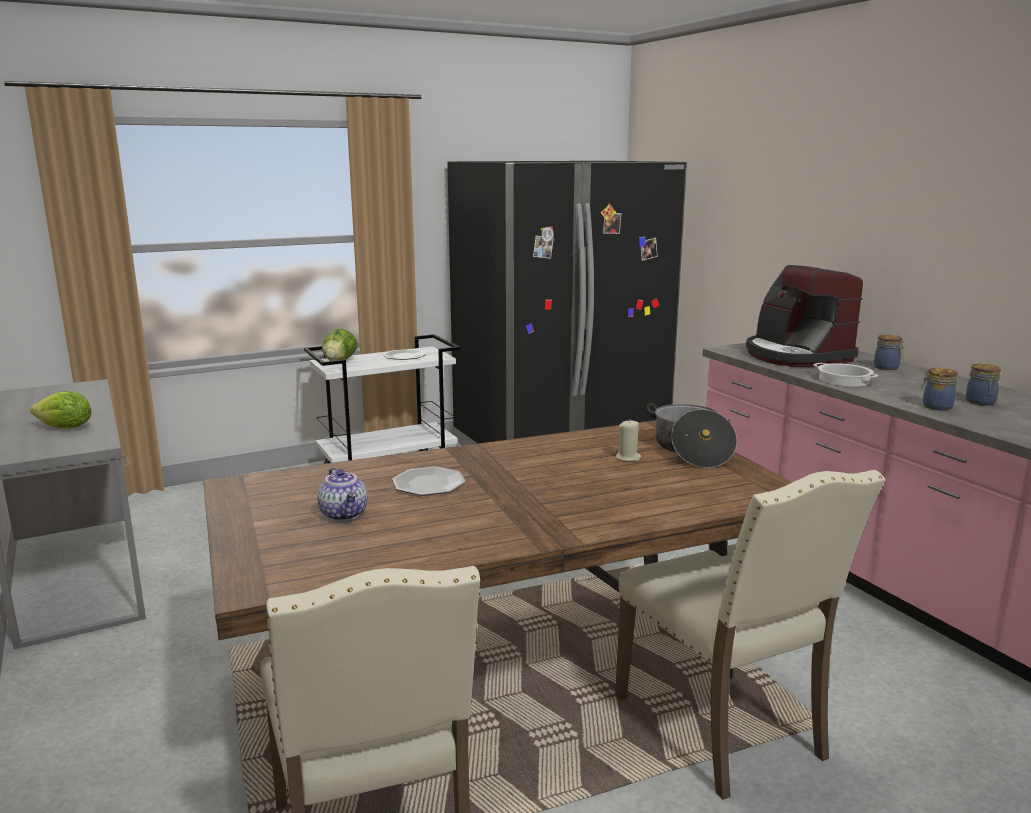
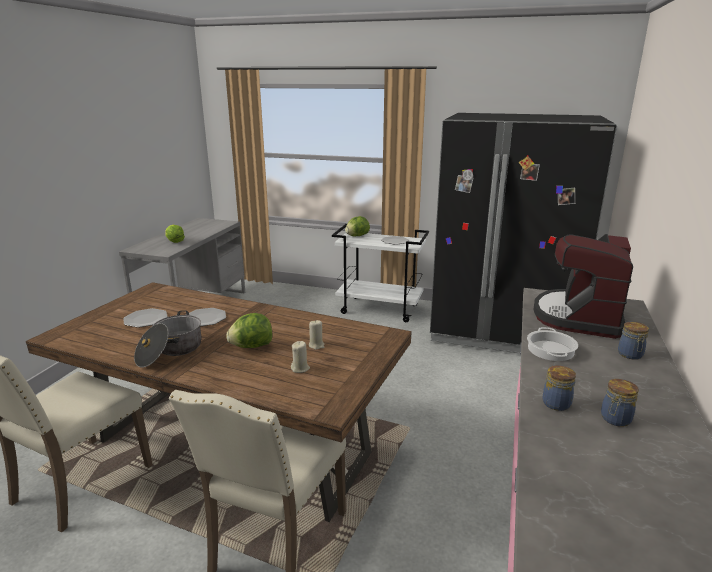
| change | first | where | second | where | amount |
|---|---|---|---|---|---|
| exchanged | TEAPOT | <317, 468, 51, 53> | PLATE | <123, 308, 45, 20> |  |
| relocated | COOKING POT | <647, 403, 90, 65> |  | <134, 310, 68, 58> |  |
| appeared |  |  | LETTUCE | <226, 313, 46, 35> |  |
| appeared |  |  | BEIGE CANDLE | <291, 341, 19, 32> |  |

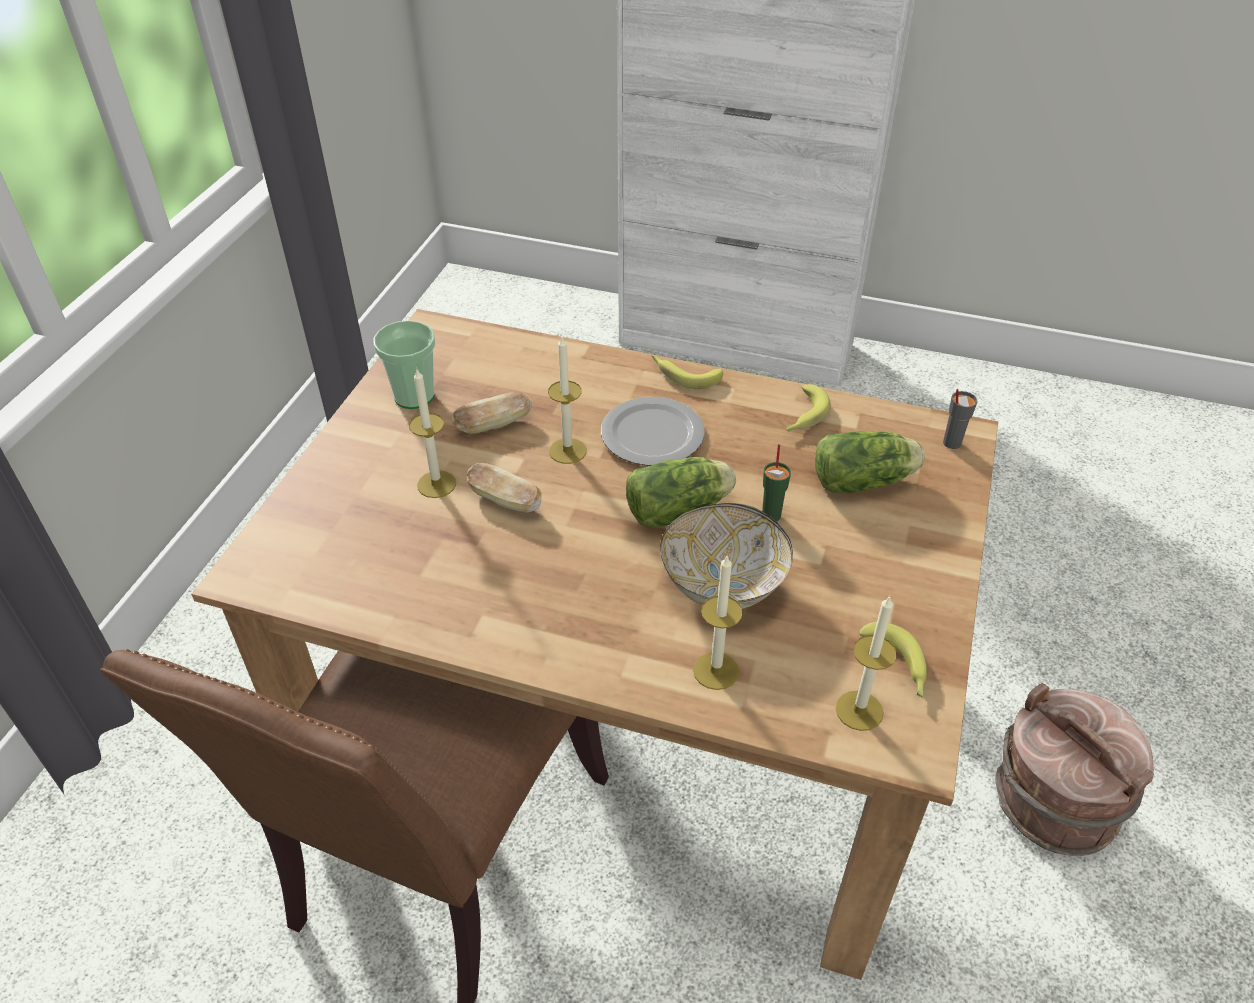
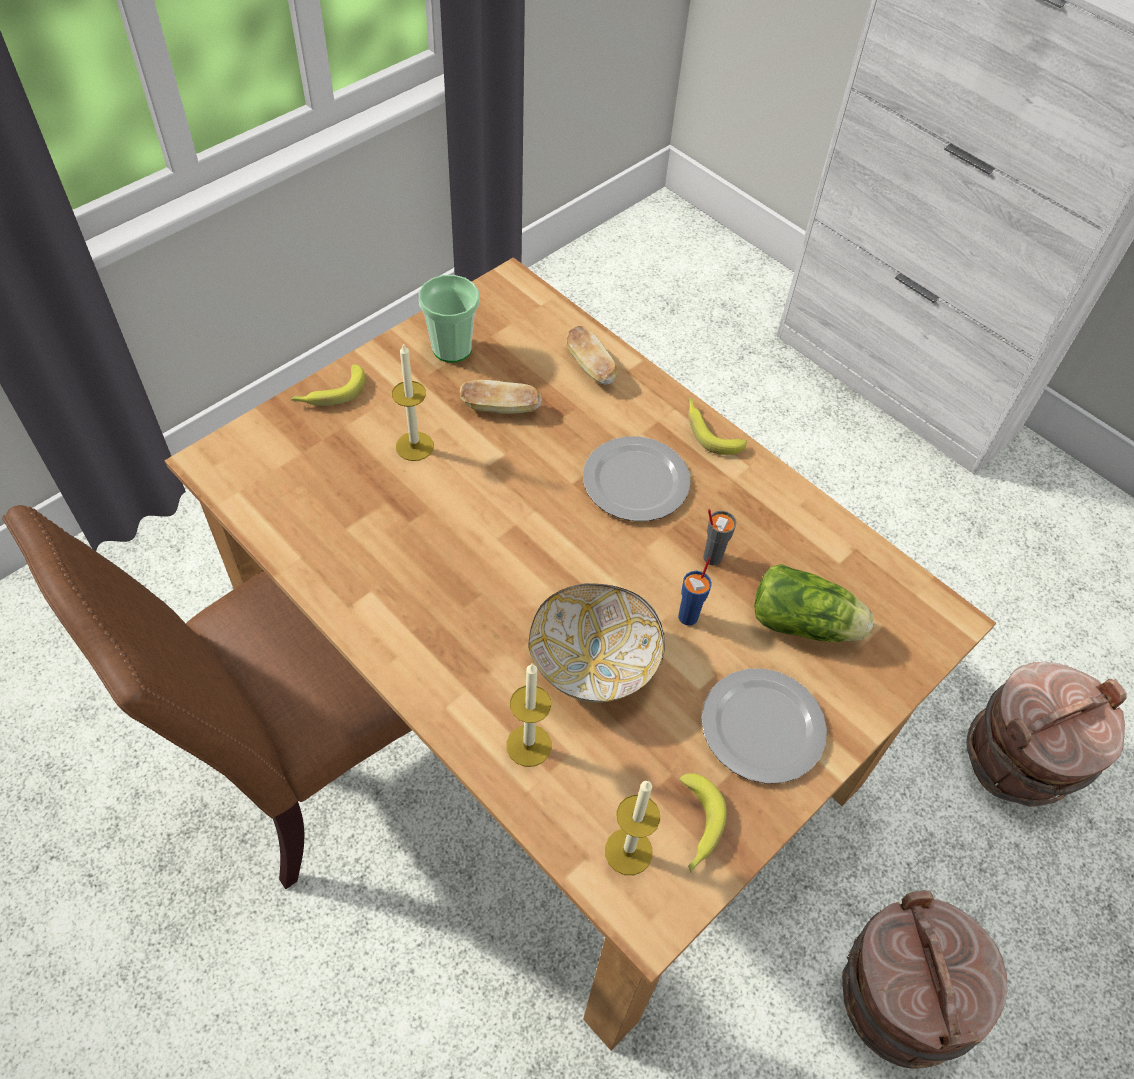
| change | first | where | second | where | amount |
|---|---|---|---|---|---|
| relocated | BANANA | <787, 384, 44, 48> |  | <291, 364, 74, 42> |  |
| relocated | BREAD | <467, 463, 75, 50> |  | <566, 326, 52, 59> |  |
| colour | GREEN CUP | <762, 444, 29, 77> | BLUE CUP | <678, 558, 34, 68> |  |
| appeared |  |  | PLATE | <701, 668, 126, 116> |  |
| relocated | GREY CUP | <943, 389, 34, 60> |  | <703, 509, 33, 56> |  |
| appeared |  |  | BROWN BUCKET | <966, 662, 161, 145> |  |
| missing | CANDLE | <548, 337, 39, 127> |  |  |  |
| missing | LETTUCE | <626, 457, 110, 71> |  |  |  |

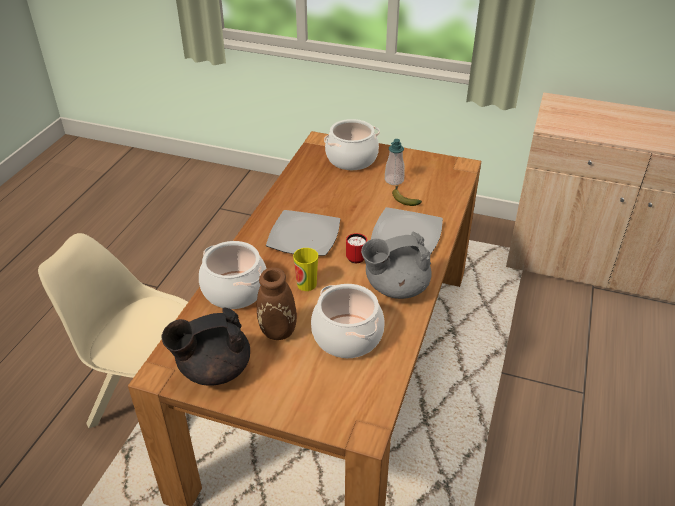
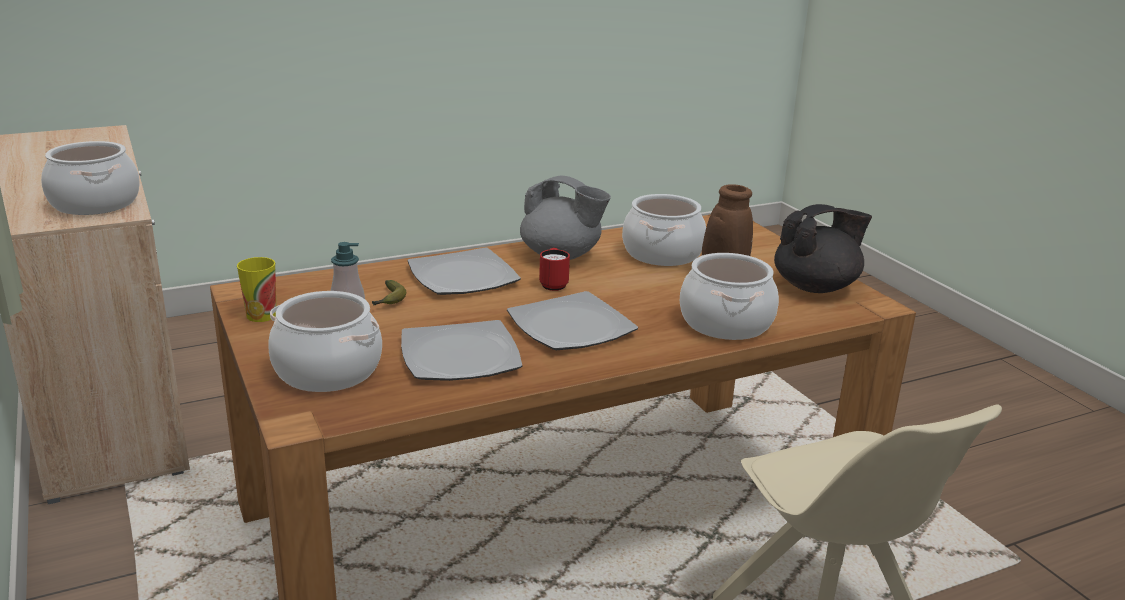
| change | first | where | second | where | amount |
|---|---|---|---|---|---|
| appeared |  |  | COOKING POT | <41, 141, 99, 74> |  |
| relocated | CUP | <293, 248, 25, 43> |  | <237, 257, 39, 65> |  |
| appeared |  |  | PLATE | <401, 320, 121, 61> |  |
| spun | BLACK TEAPOT | <161, 307, 89, 79> |  | <774, 204, 98, 89> | 45 degrees counterclockwise |

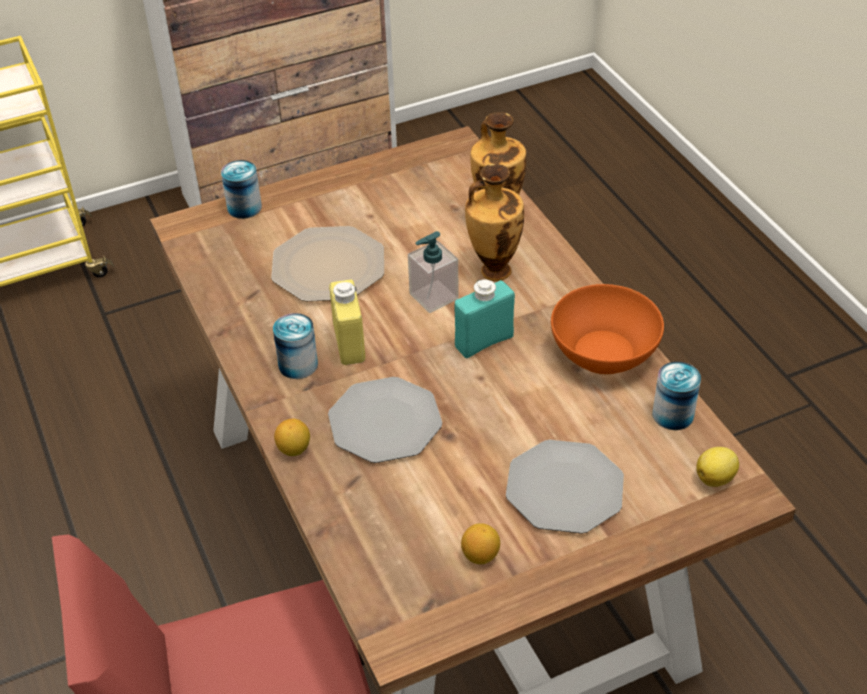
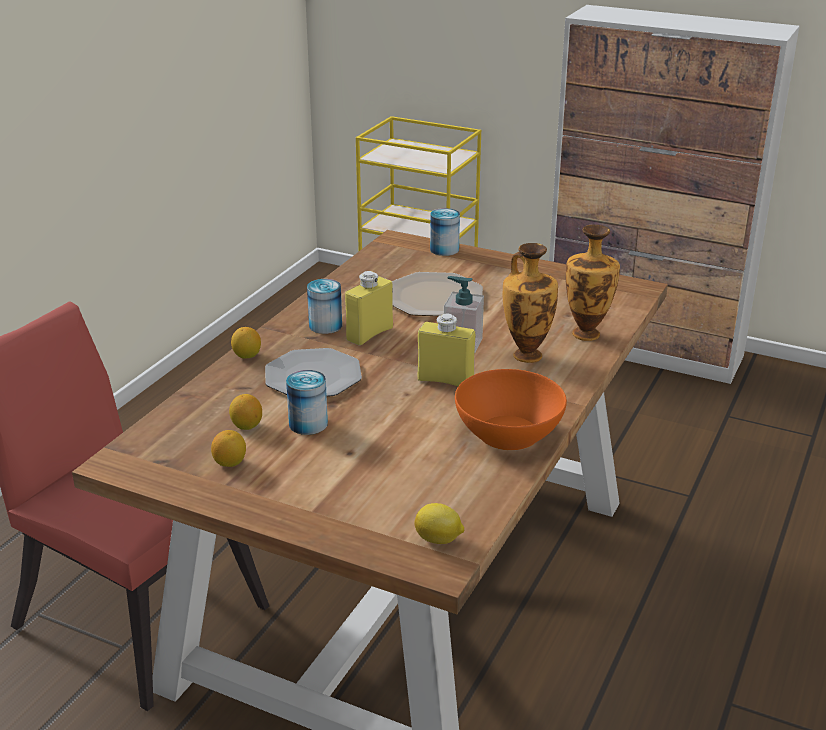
| change | first | where | second | where | amount |
|---|---|---|---|---|---|
| appeared |  |  | LEMON | <229, 394, 33, 36> |  |
| relocated | CAN | <652, 361, 49, 69> |  | <286, 370, 42, 65> |  |
| colour | TURQUOISE BOTTLE | <454, 279, 61, 79> | YELLOW BOTTLE | <418, 314, 57, 72> |  |
| missing | PLATE | <506, 440, 118, 94> |  |  |  |

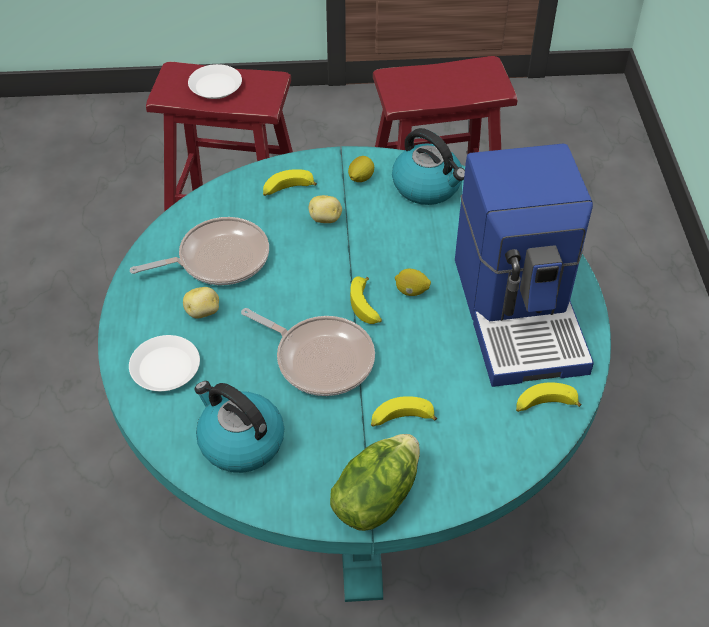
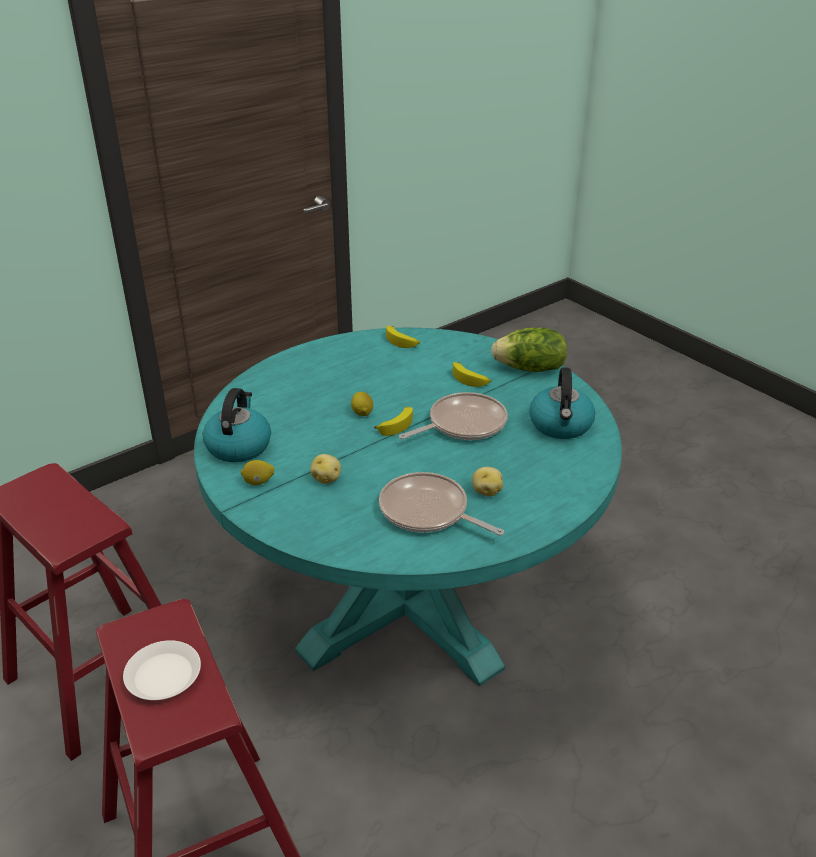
| change | first | where | second | where | amount |
|---|---|---|---|---|---|
| spun | FRYING PAN | <241, 308, 134, 88> |  | <399, 392, 109, 48> | 60 degrees clockwise |
| missing | WHITE PLATE | <129, 335, 71, 56> |  |  |  |
| missing | BANANA | <263, 169, 54, 27> |  |  |  |
| missing | COFFEE MACHINE | <455, 144, 139, 243> |  |  |  |

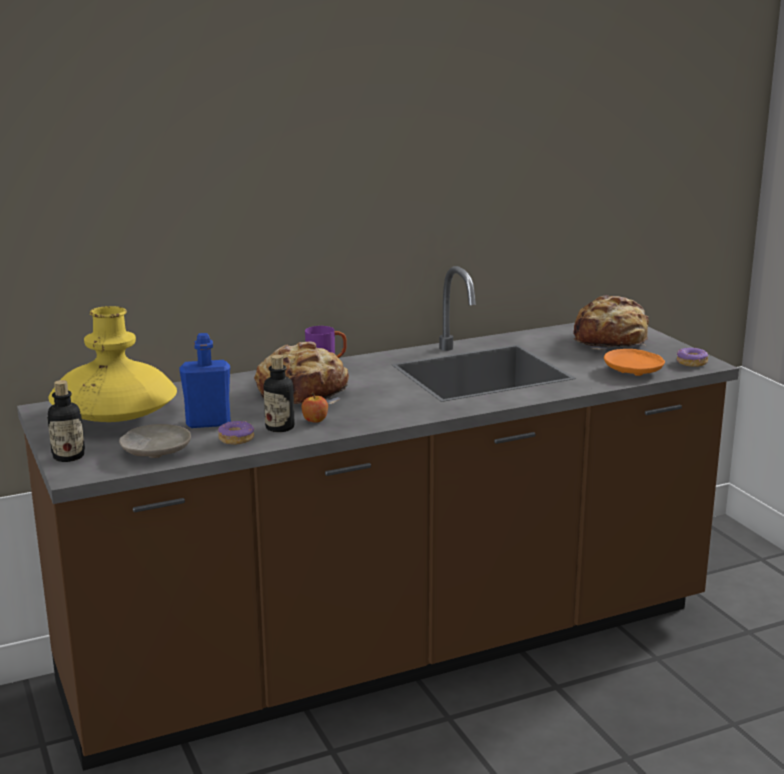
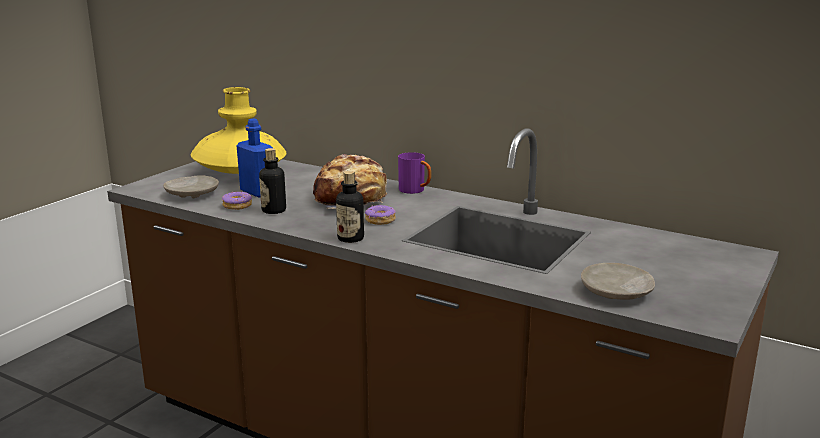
| change | first | where | second | where | amount |
|---|---|---|---|---|---|
| relocated | BOTTLE | <47, 380, 38, 82> |  | <336, 171, 28, 72> |  |
| relocated | DONUT | <677, 348, 31, 19> |  | <365, 205, 31, 20> |  |
| colour | ORANGE PLATE | <604, 349, 61, 27> | BEIGE PLATE | <581, 263, 74, 37> |  |
| missing | APPLE | <302, 393, 26, 30> |  |  |  |
| missing | BREAD | <574, 295, 75, 55> |  |  |  |

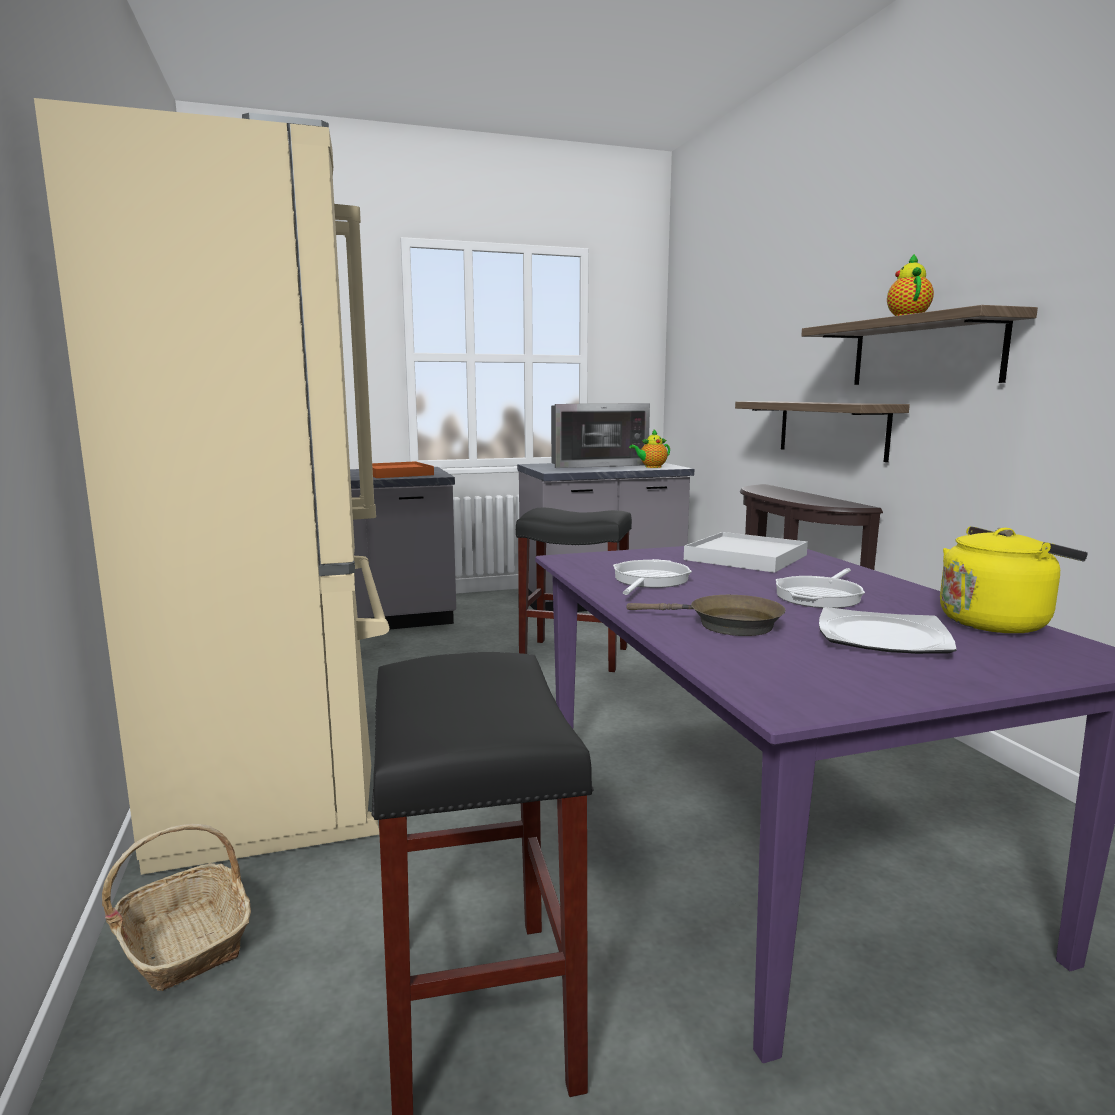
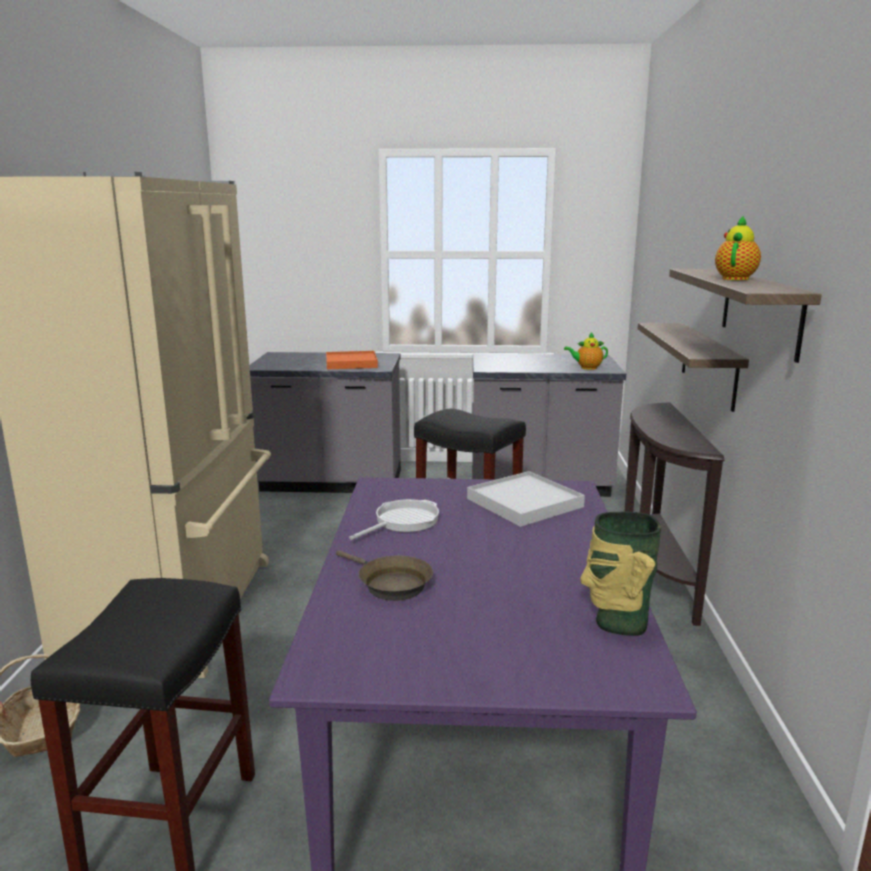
| change | first | where | second | where | amount |
|---|---|---|---|---|---|
| exchanged | YELLOW KETTLE | <940, 526, 148, 107> | VASE | <580, 512, 81, 124> |  |
| missing | MICROWAVE | <551, 403, 99, 65> |  |  |  |
| missing | FRYING PAN | <776, 568, 89, 40> |  |  |  |
| missing | PLATE | <819, 607, 138, 47> |  |  |  |

